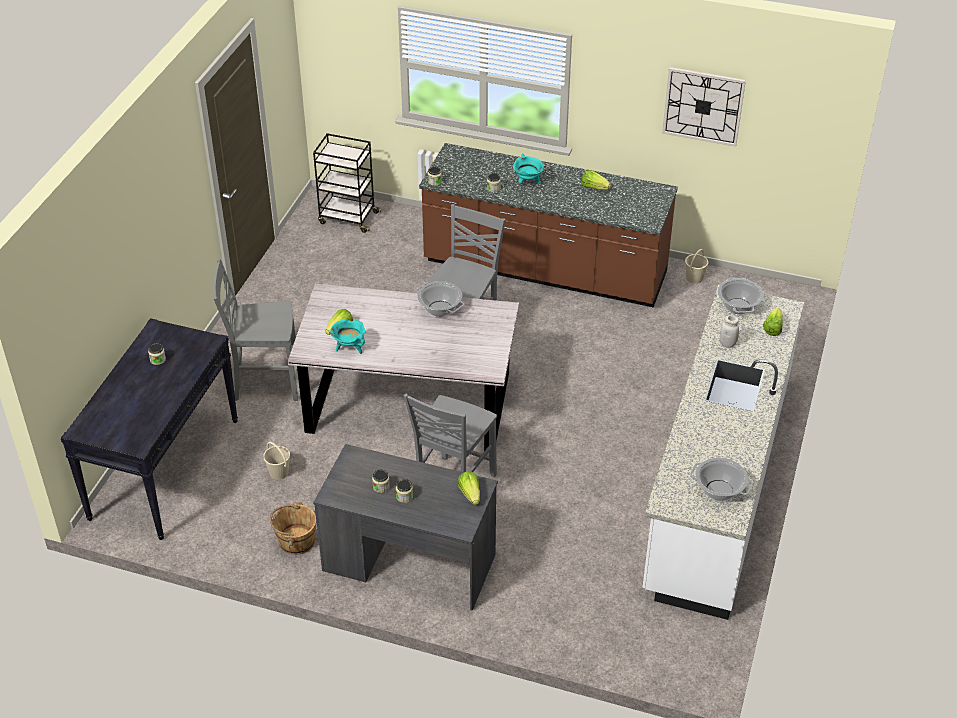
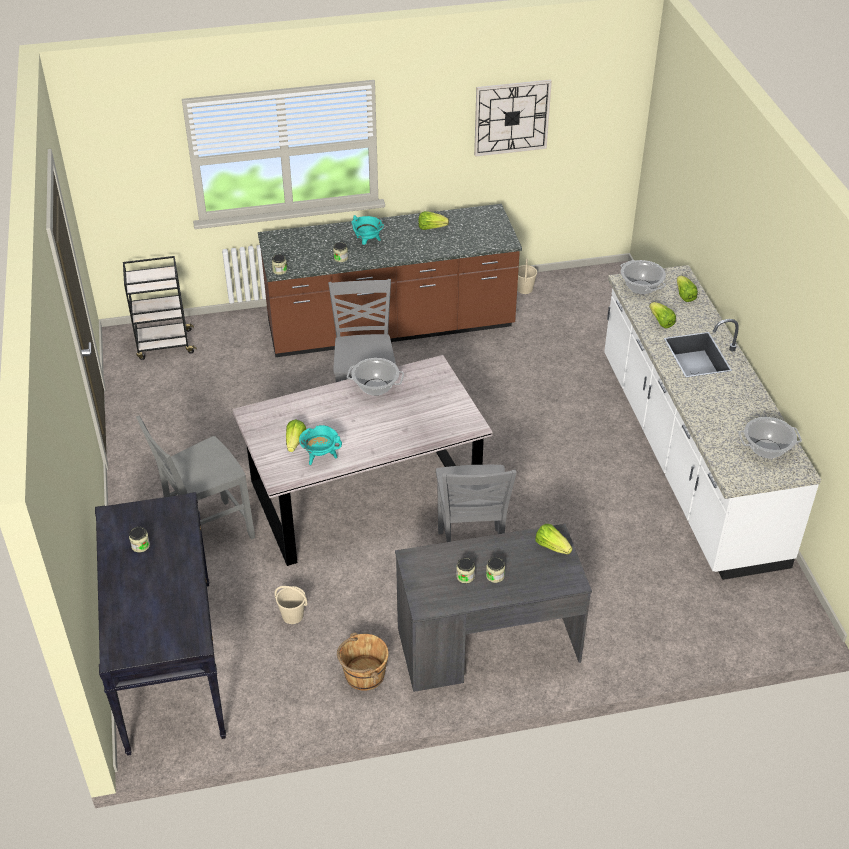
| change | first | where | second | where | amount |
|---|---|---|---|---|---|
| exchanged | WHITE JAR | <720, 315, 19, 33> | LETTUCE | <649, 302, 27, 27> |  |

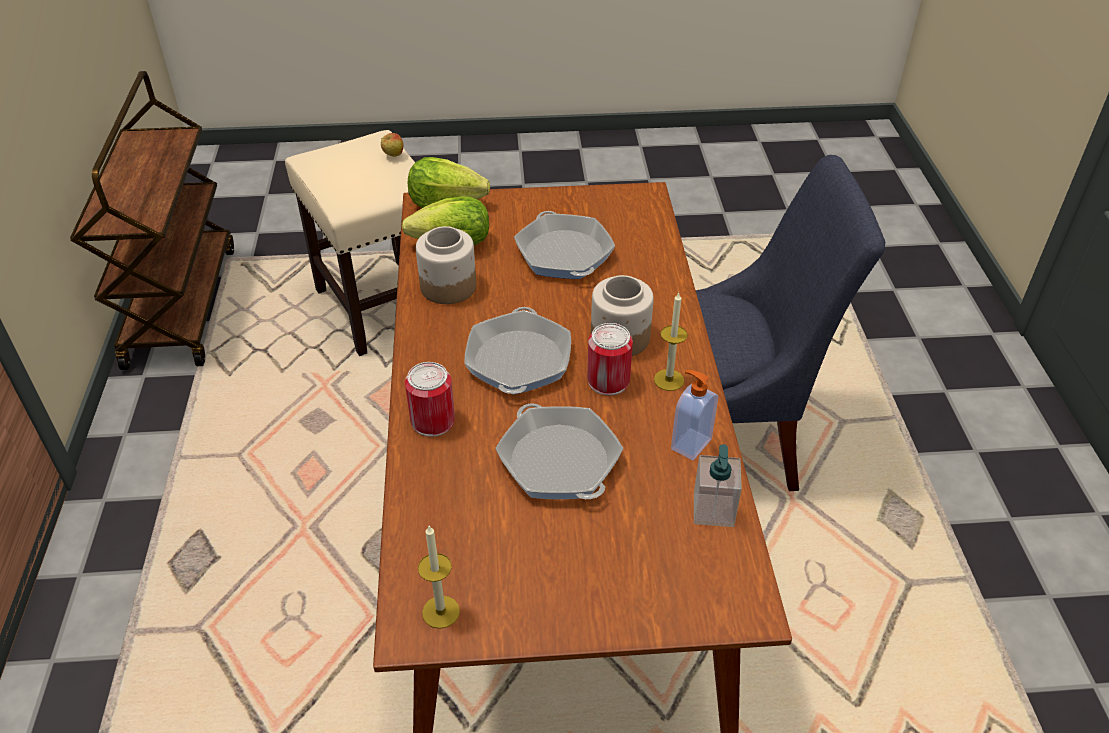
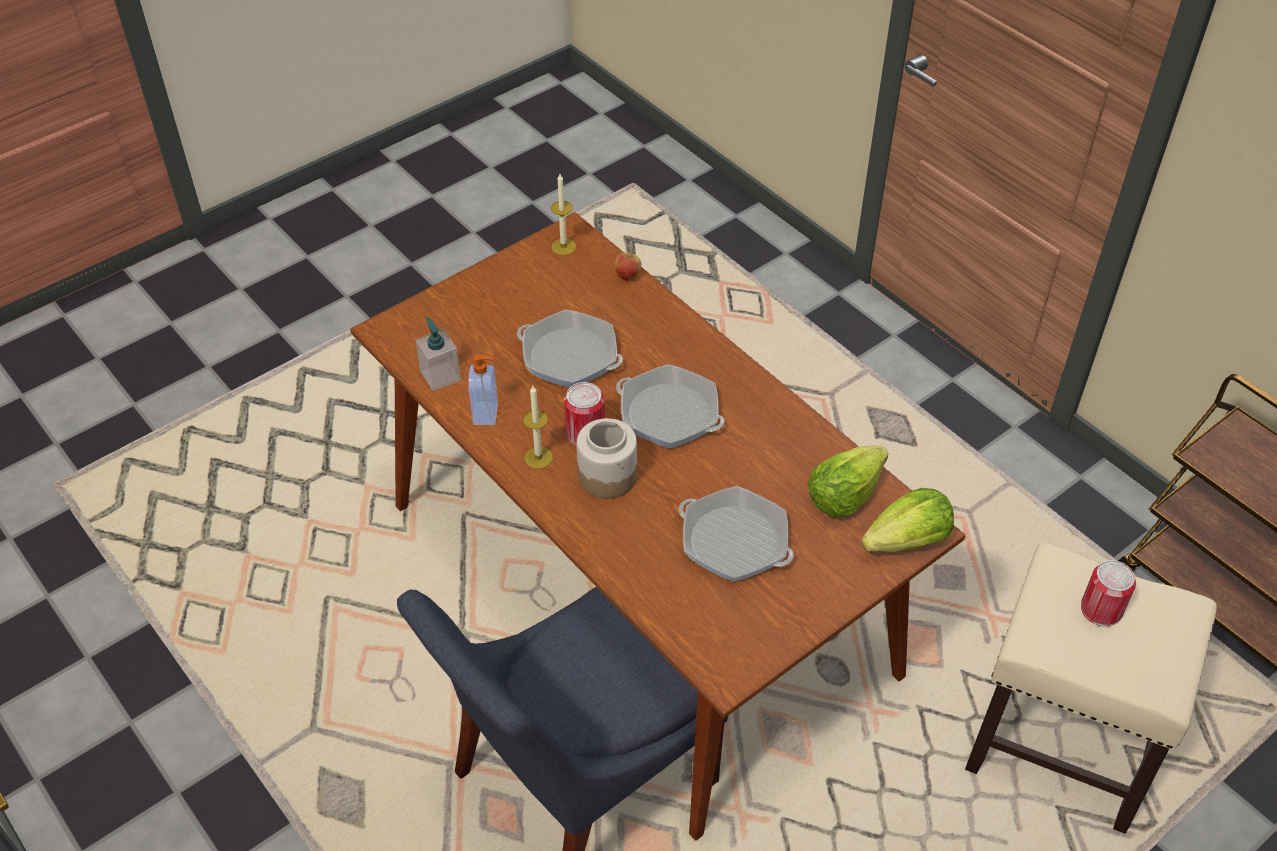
| change | first | where | second | where | amount |
|---|---|---|---|---|---|
| relocated | APPLE | <381, 133, 22, 24> |  | <615, 250, 26, 31> |  |
| spun | FRYING PAN | <464, 307, 107, 88> |  | <616, 364, 108, 84> | 150 degrees clockwise |
| relocated | CAN | <405, 362, 50, 75> |  | <1081, 560, 55, 67> |  |
| missing | JAR | <416, 226, 60, 78> |  |  |  |

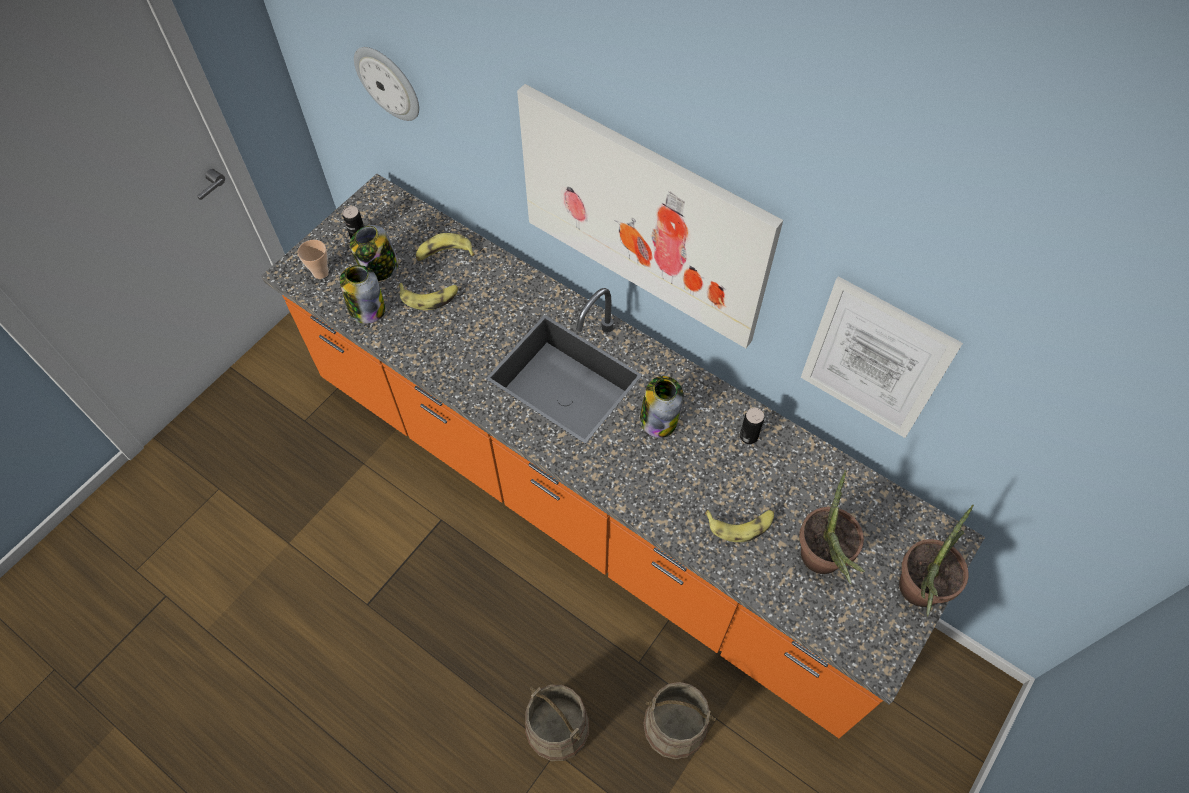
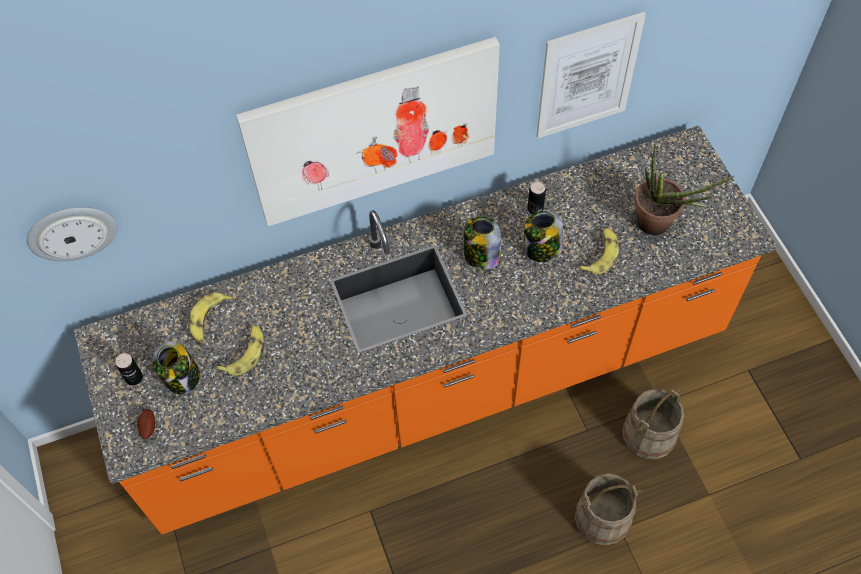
| change | first | where | second | where | amount |
|---|---|---|---|---|---|
| exchanged | CUP | <298, 240, 31, 39> | POTATO | <137, 409, 18, 30> |  |
| relocated | JAR | <340, 265, 45, 59> |  | <524, 211, 39, 51> |  |
| missing | POTTED PLANT | <899, 504, 75, 112> |  |  |  |

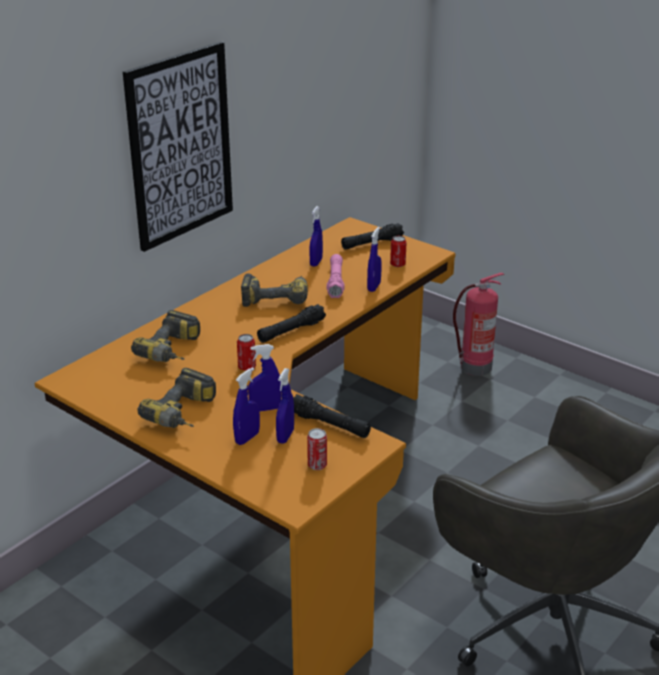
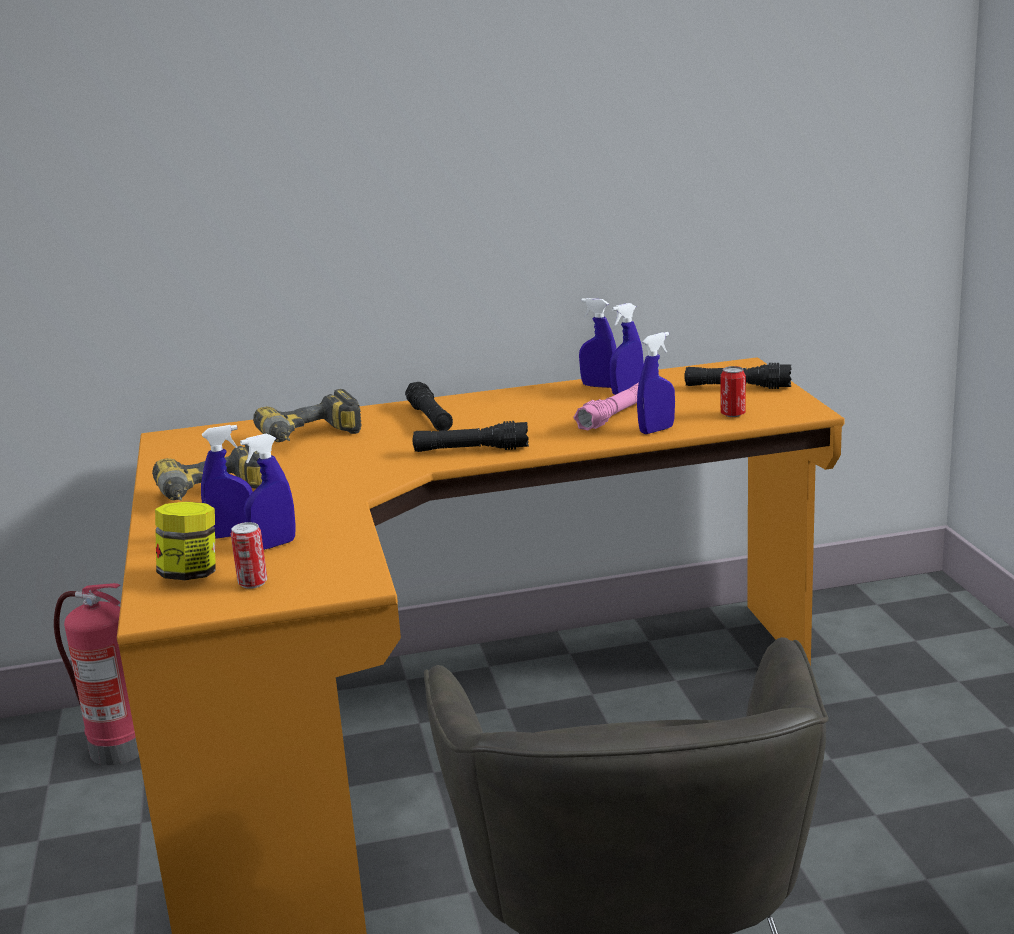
| change | first | where | second | where | amount |
|---|---|---|---|---|---|
| relocated | FIRE EXTINGUISHER | <453, 273, 51, 103> |  | <54, 583, 85, 182> |  |
| appeared |  |  | JAR | <155, 502, 61, 78> |  |
| relocated | BLACK FLASHLIGHT | <293, 394, 78, 44> |  | <405, 382, 48, 49> |  |
| relocated | BLUE SPRAY BOTTLE | <248, 344, 33, 68> |  | <579, 298, 38, 90> |  |
| missing | PICTURE | <123, 41, 110, 211> |  |  |  |
| missing | CAN | <237, 334, 19, 37> |  |  |  |
| missing | POWER DRILL | <241, 273, 67, 34> |  |  |  |

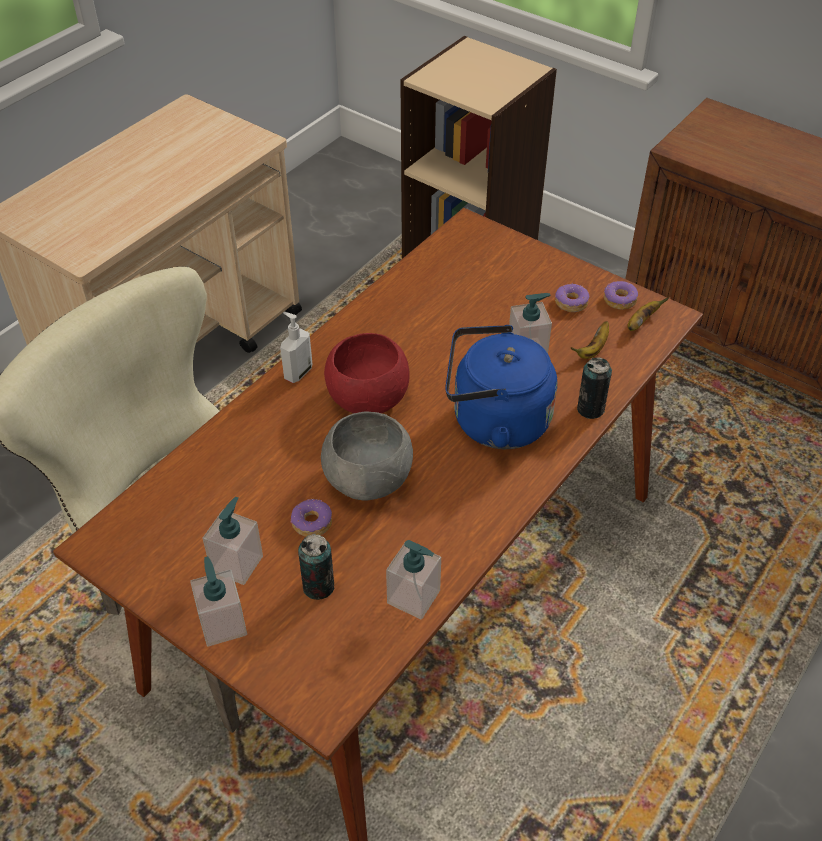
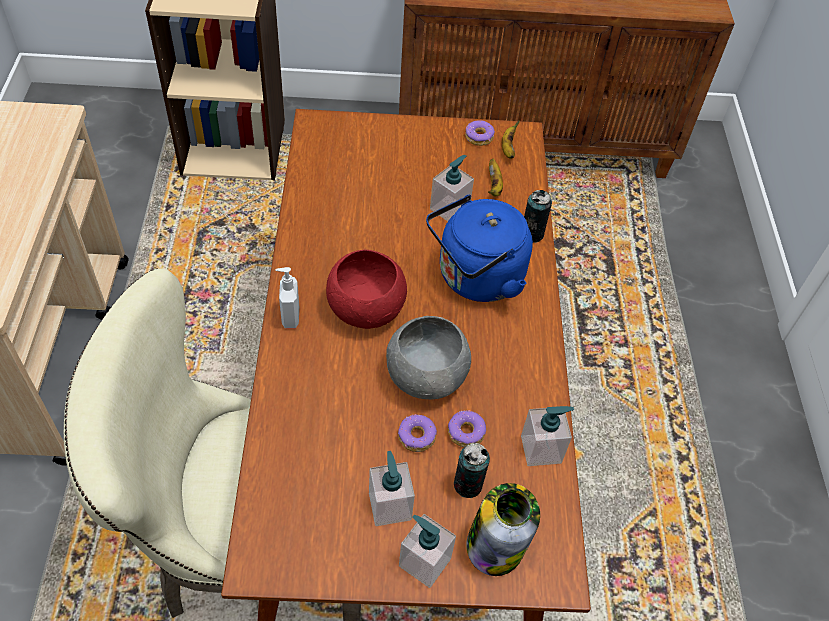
| change | first | where | second | where | amount |
|---|---|---|---|---|---|
| relocated | DONUT | <555, 283, 35, 29> |  | <448, 410, 38, 37> |  |
| appeared |  |  | JAR | <467, 483, 73, 93> |  |

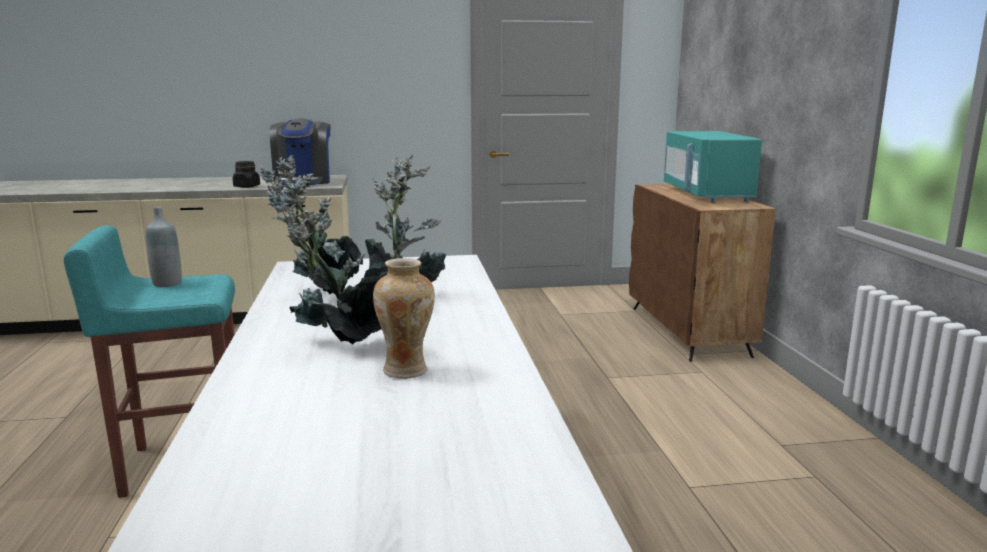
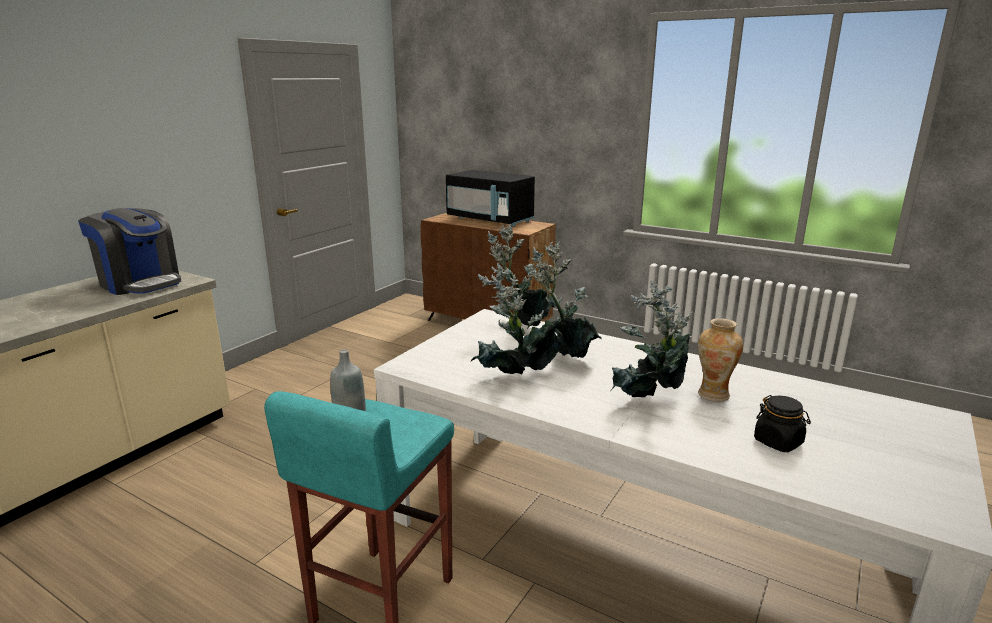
| change | first | where | second | where | amount |
|---|---|---|---|---|---|
| colour | TURQUOISE MICROWAVE | <664, 131, 98, 72> | BLACK MICROWAVE | <446, 170, 89, 57> |  |
| appeared |  |  | POTTED PLANT | <487, 224, 68, 102> |  |
| relocated | BLACK JAR | <233, 161, 27, 27> |  | <754, 395, 57, 57> |  |

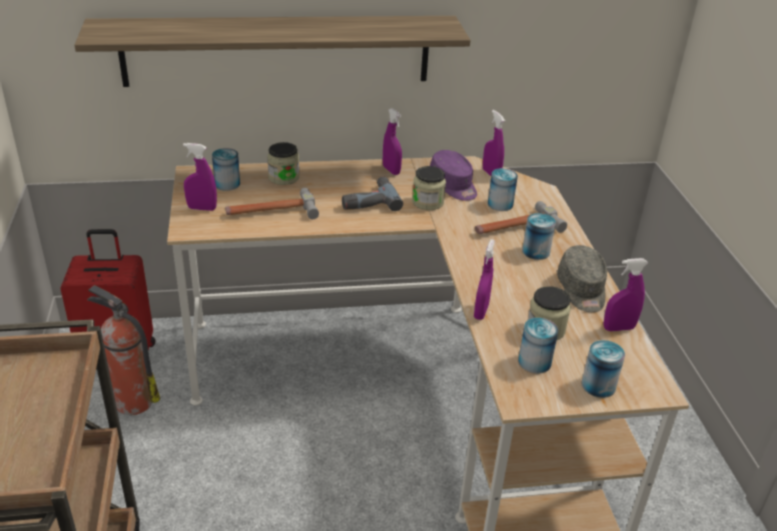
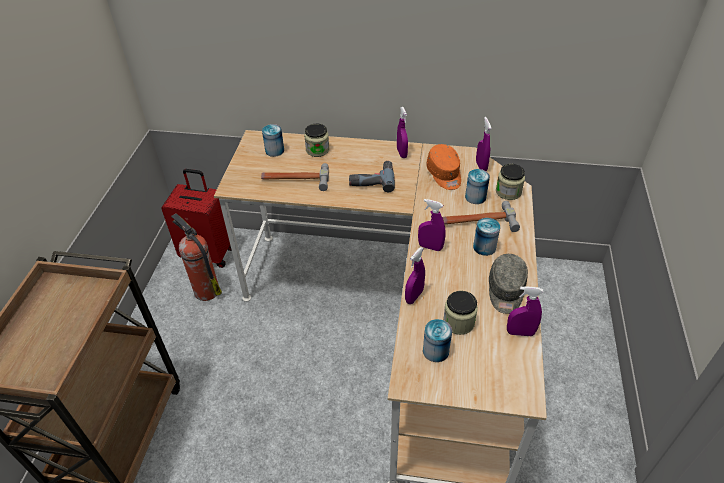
| change | first | where | second | where | amount |
|---|---|---|---|---|---|
| relocated | PURPLE SPRAY BOTTLE | <183, 143, 34, 68> |  | <418, 199, 28, 52> |  |
| colour | PURPLE CAP | <430, 150, 47, 51> | ORANGE CAP | <426, 144, 35, 46> |  |
| relocated | JAR | <412, 166, 34, 44> |  | <496, 164, 29, 36> |  |
| missing | SHELF | <74, 16, 397, 71> |  |  |  |
| missing | CAN | <582, 340, 43, 58> |  |  |  |

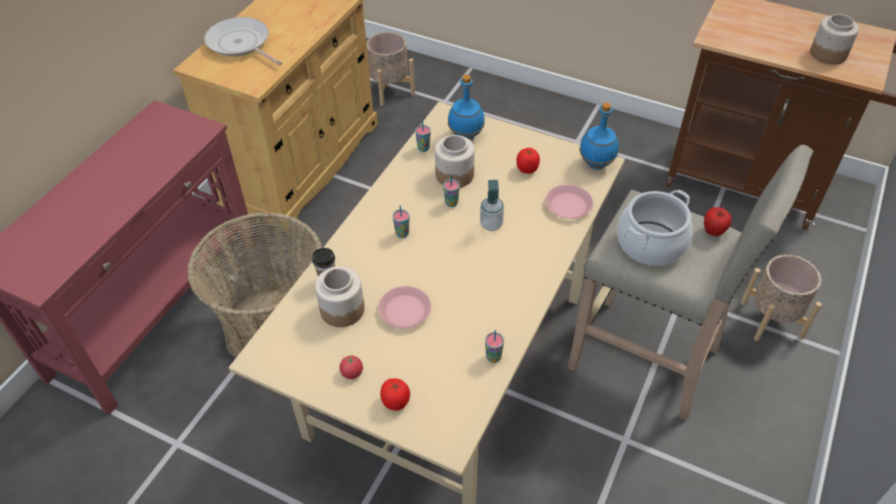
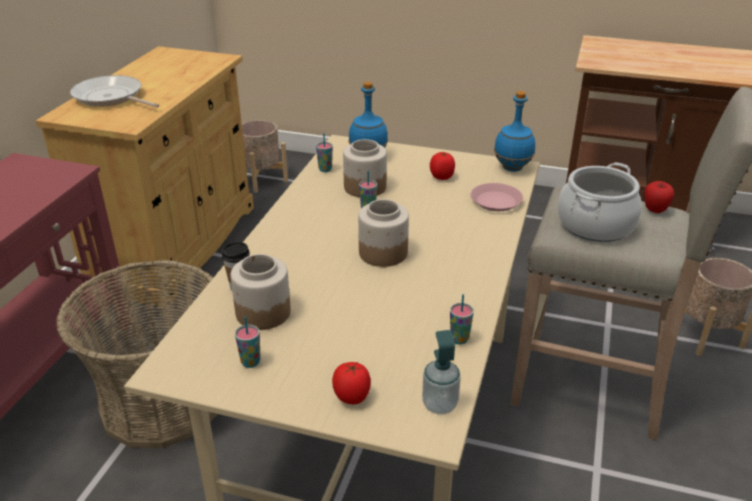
| change | first | where | second | where | amount |
|---|---|---|---|---|---|
| relocated | CUP | <393, 205, 17, 33> |  | <235, 316, 26, 52> |  |
| relocated | JAR | <810, 14, 49, 51> |  | <358, 199, 51, 68> |  |
| relocated | SOAP DISPENSER | <480, 180, 24, 51> |  | <422, 330, 39, 84> |  |
| missing | TOMATO | <340, 354, 23, 25> |  |  |  |
| missing | PINK PLATE | <378, 286, 53, 42> |  |  |  |

